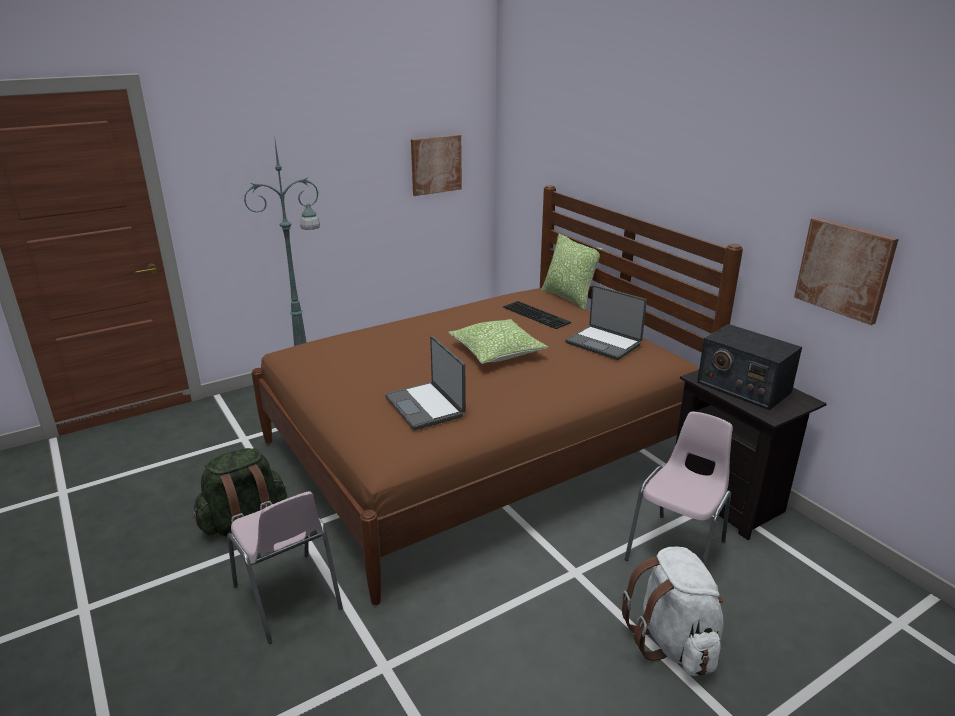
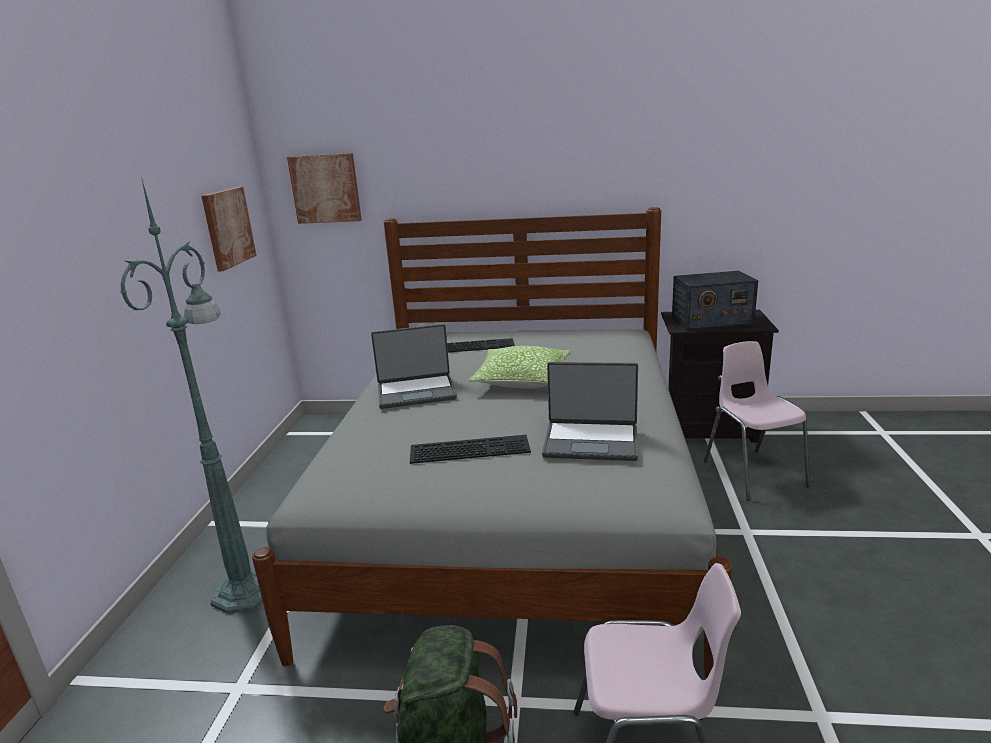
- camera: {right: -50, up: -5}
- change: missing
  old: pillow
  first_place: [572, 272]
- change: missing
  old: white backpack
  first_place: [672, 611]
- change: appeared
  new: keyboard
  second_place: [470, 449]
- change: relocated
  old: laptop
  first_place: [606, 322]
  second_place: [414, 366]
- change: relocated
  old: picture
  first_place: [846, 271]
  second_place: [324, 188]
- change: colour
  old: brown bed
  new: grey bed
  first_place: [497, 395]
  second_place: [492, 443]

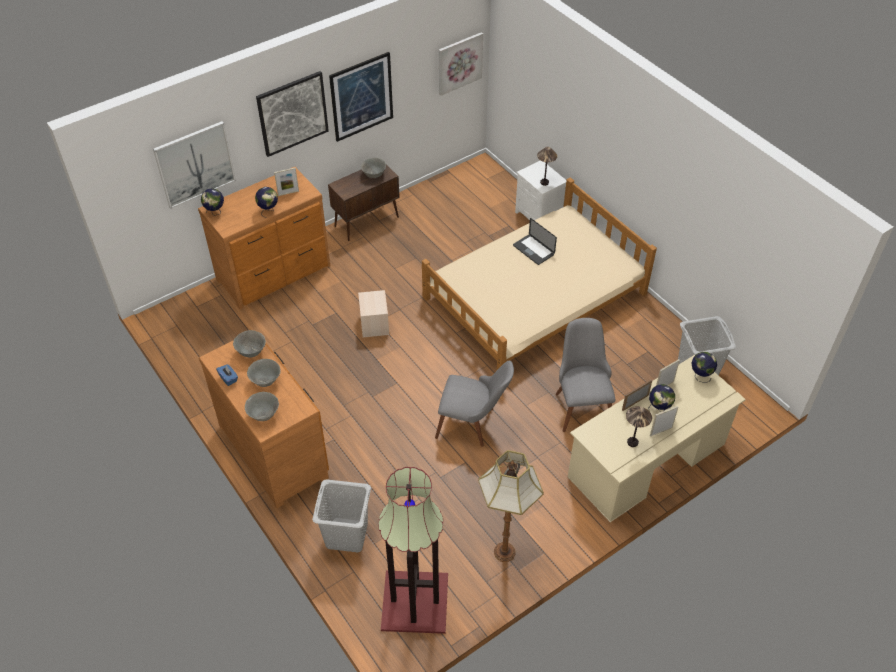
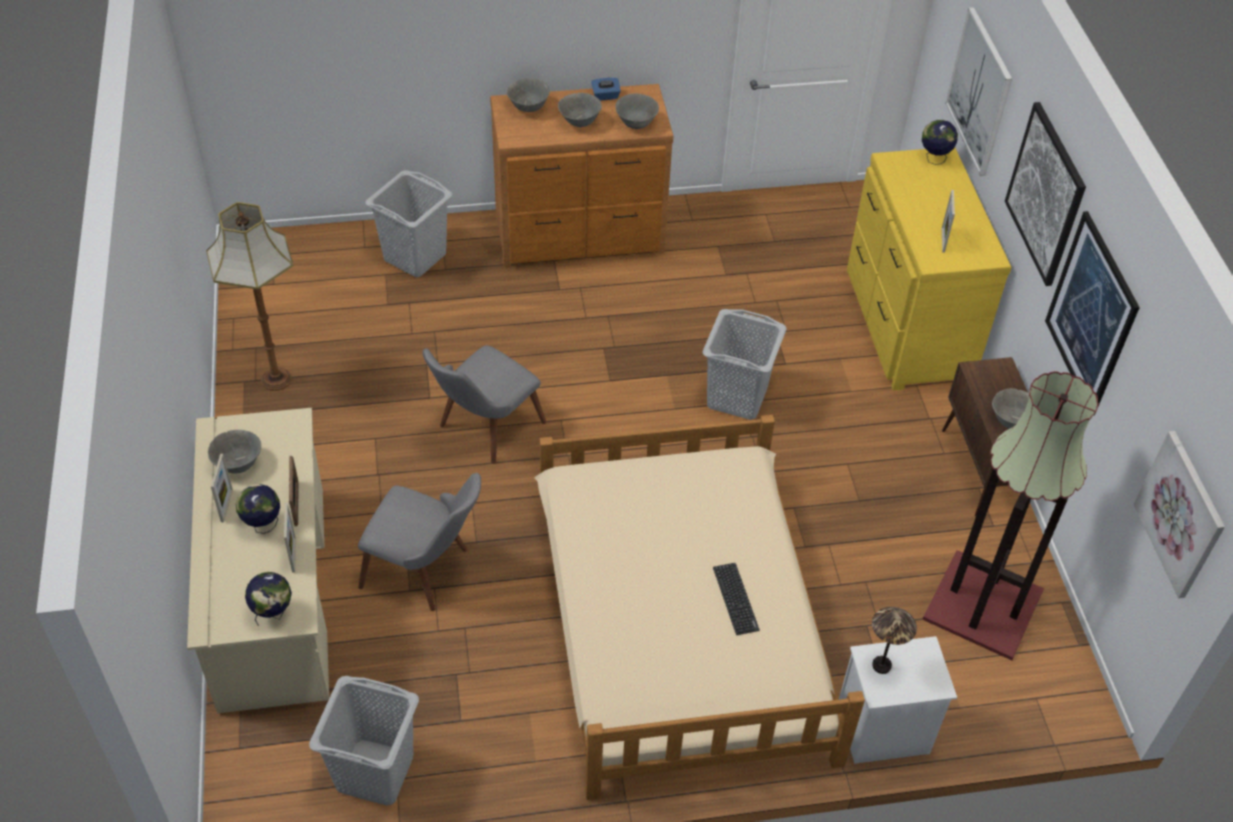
- camera: {right: 115, up: 0}
- change: missing
  old: globe
  first_place: [266, 201]
- change: relocated
  old: floor lamp
  first_place: [413, 550]
  second_place: [1010, 515]
- change: exchanged
  old: beige storage box
  new: grey laundry basket
  first_place: [373, 313]
  second_place: [745, 364]
- change: exchanged
  old: laptop
  new: keyboard
  first_place: [535, 241]
  second_place: [736, 599]
- change: exchanged
  old: table lamp
  new: grey bowl
  first_place: [639, 426]
  second_place: [234, 452]
- change: colour
  old: brown dresser
  new: yellow dresser
  first_place: [264, 238]
  second_place: [929, 269]

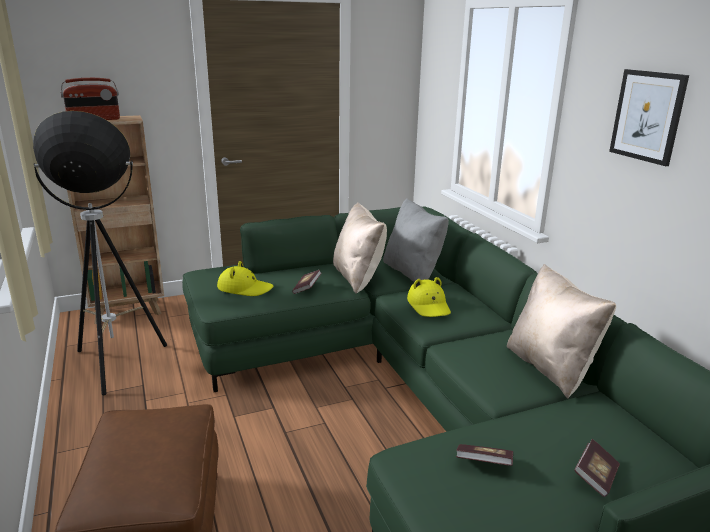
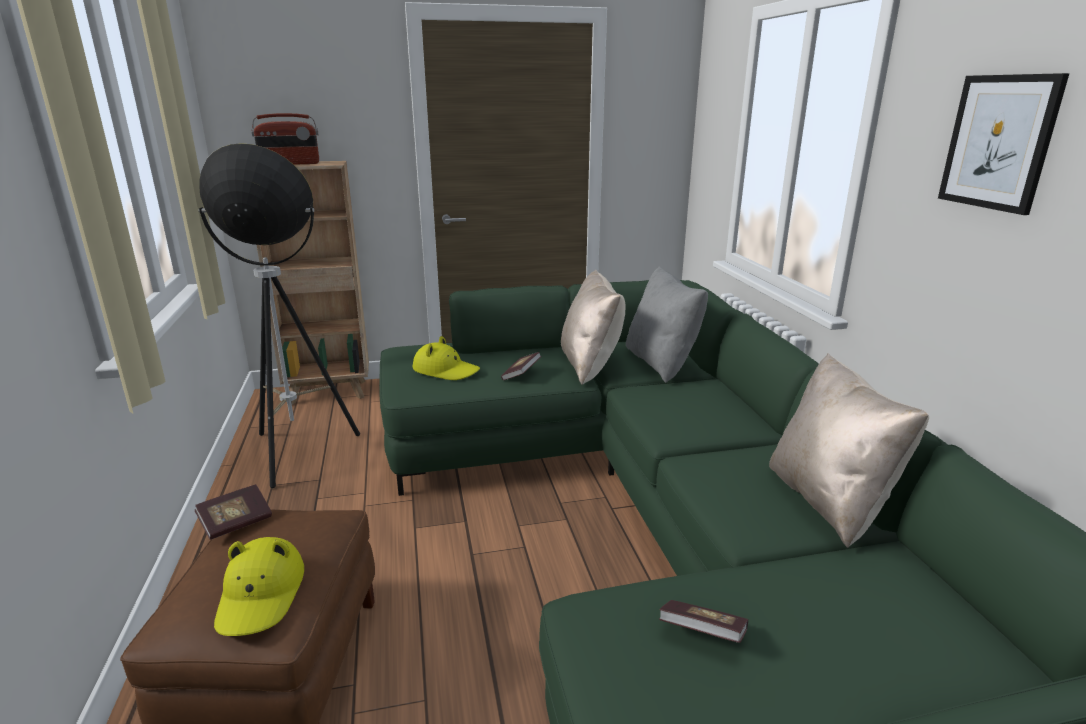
- camera: {right: 10, up: 0}
- change: relocated
  old: yellow hat
  first_place: [429, 297]
  second_place: [259, 586]
- change: relocated
  old: book
  first_place: [597, 468]
  second_place: [233, 512]

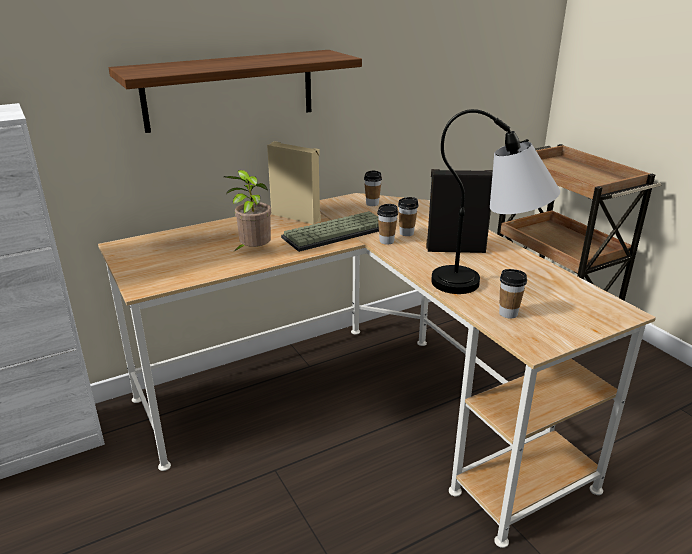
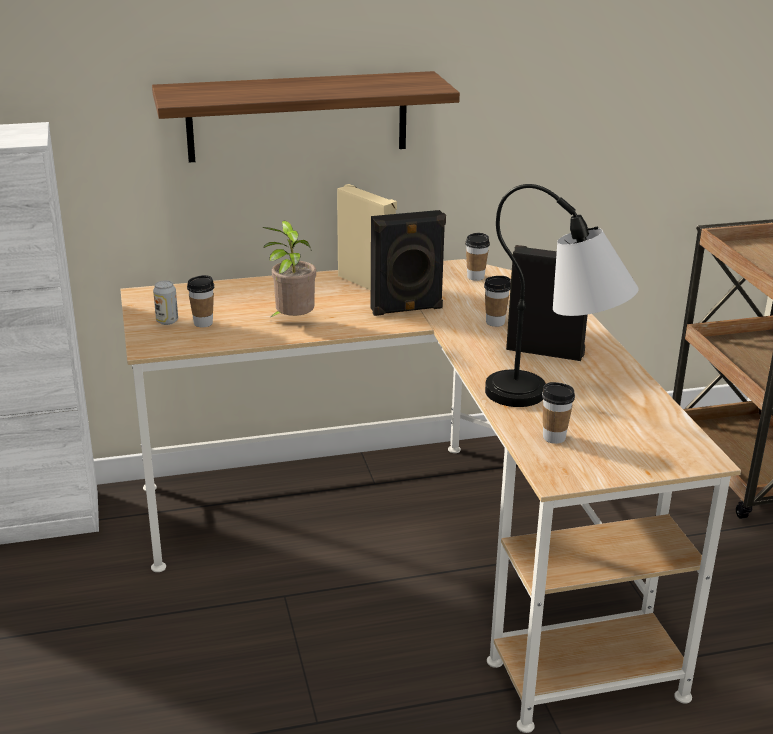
- camera: {right: 15, up: 0}
- change: appeared
  new: can
  second_place: [165, 303]
- change: relocated
  old: cup
  first_place: [387, 224]
  second_place: [200, 301]
- change: exchanged
  old: keyboard
  new: black speaker
  first_place: [330, 231]
  second_place: [408, 263]

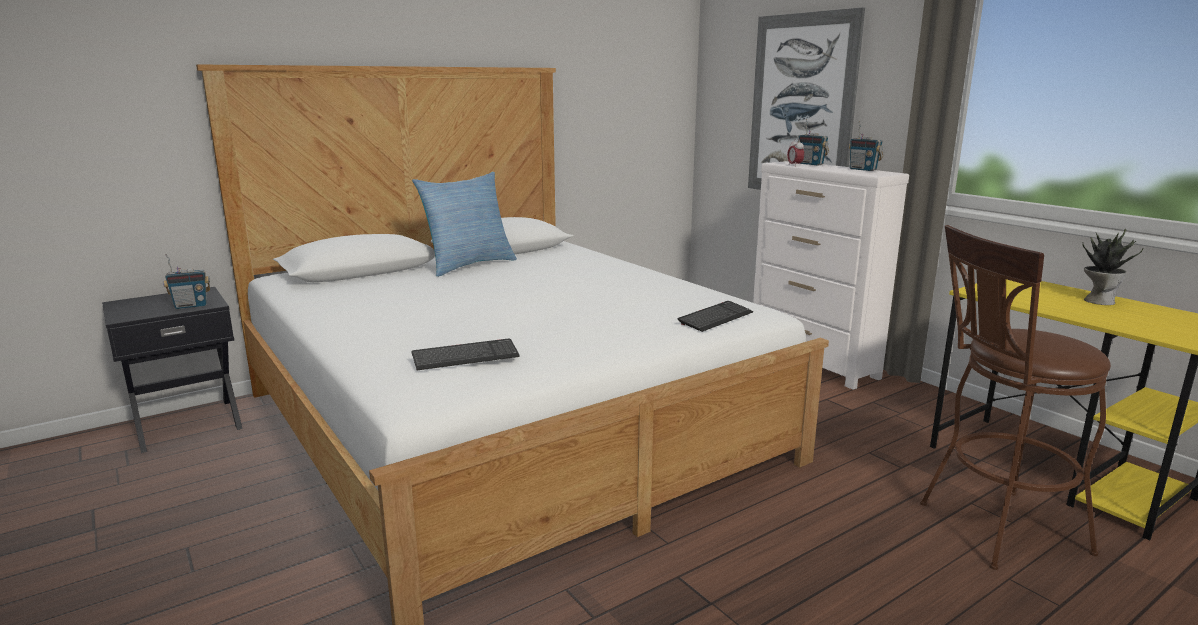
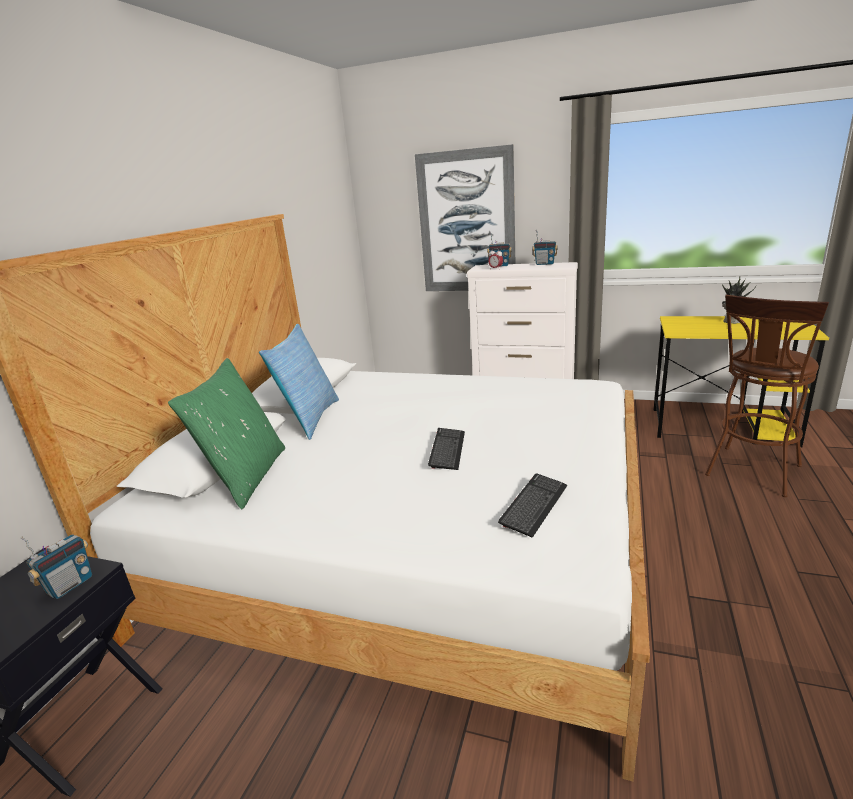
- camera: {right: -35, up: 5}
- change: appeared
  new: green pillow
  second_place: [226, 433]
- change: relocated
  old: keyboard
  first_place: [715, 316]
  second_place: [446, 449]

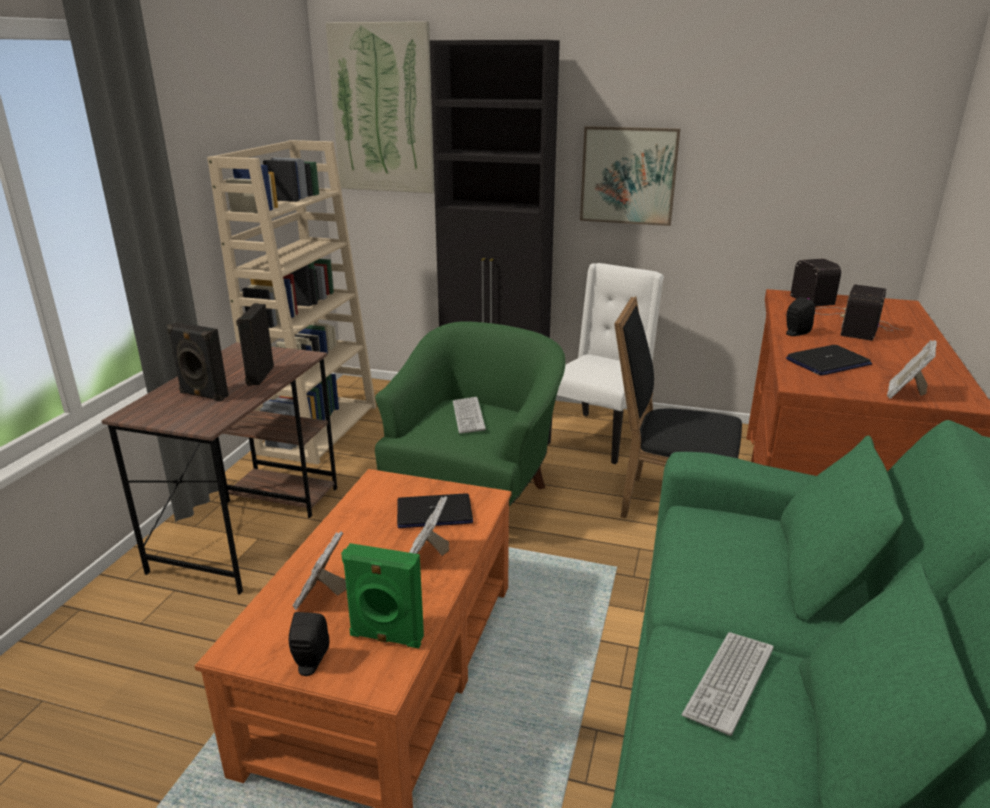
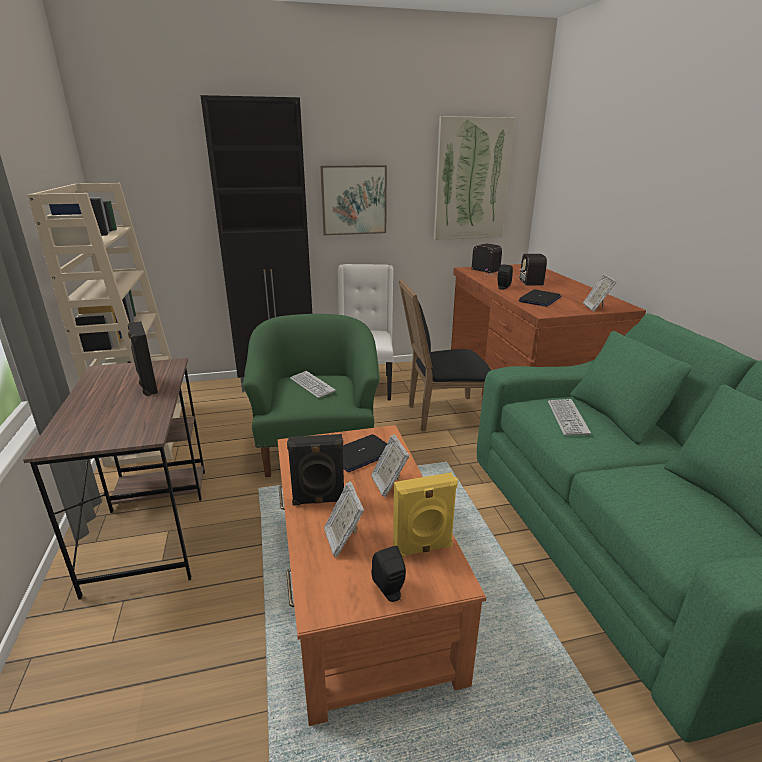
- camera: {right: -30, up: 0}
- change: relocated
  old: black speaker
  first_place: [198, 362]
  second_place: [315, 470]
- change: relocated
  old: picture
  first_place: [380, 107]
  second_place: [474, 178]
- change: relocated
  old: keyboard
  first_place: [728, 684]
  second_place: [569, 417]
- change: colour
  old: green speaker
  new: yellow speaker
  first_place: [382, 595]
  second_place: [425, 515]

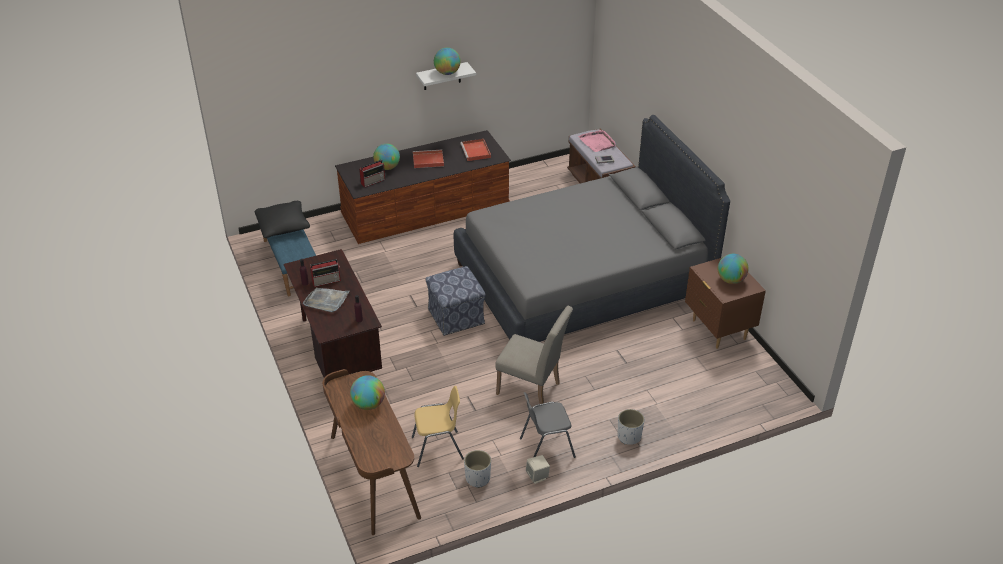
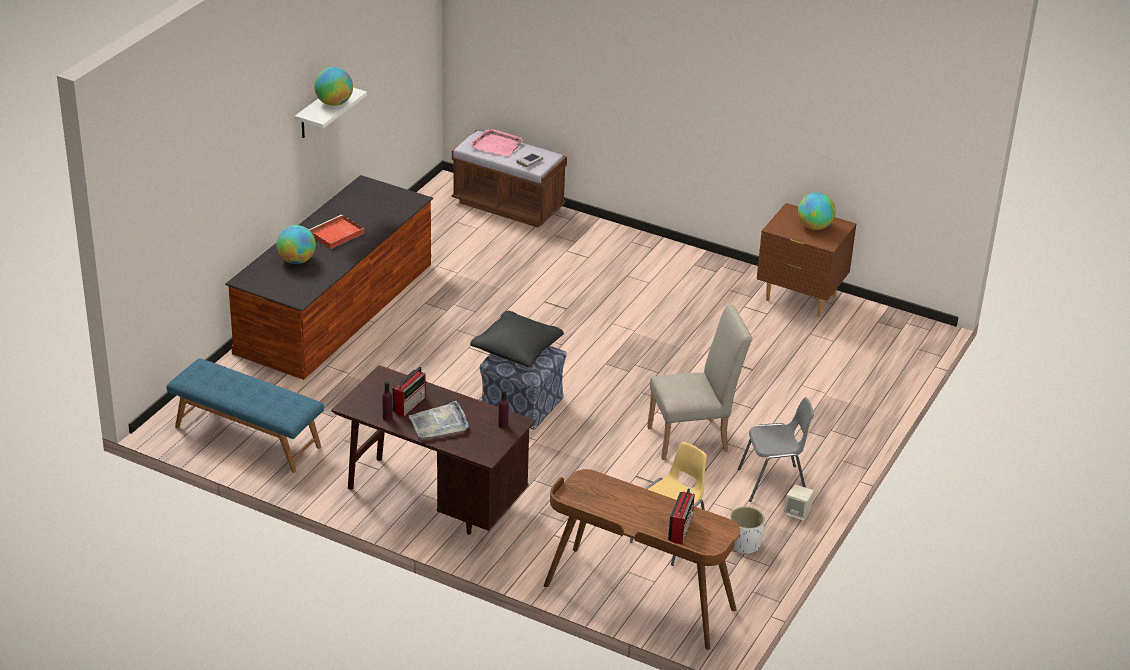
- camera: {right: -40, up: -5}
- change: missing
  old: globe
  first_place: [367, 392]
- change: missing
  old: grey bed
  first_place: [592, 228]
- change: missing
  old: red tray
  first_place: [475, 150]
- change: missing
  old: white planter
  first_place: [631, 427]
- change: relocated
  old: black pillow
  first_place: [282, 219]
  second_place: [517, 339]
- change: relocated
  old: radio
  first_place: [372, 174]
  second_place: [681, 516]
- change: spun
  old: grey chair
  first_place: [548, 425]
  second_place: [776, 449]
  degrees: -135

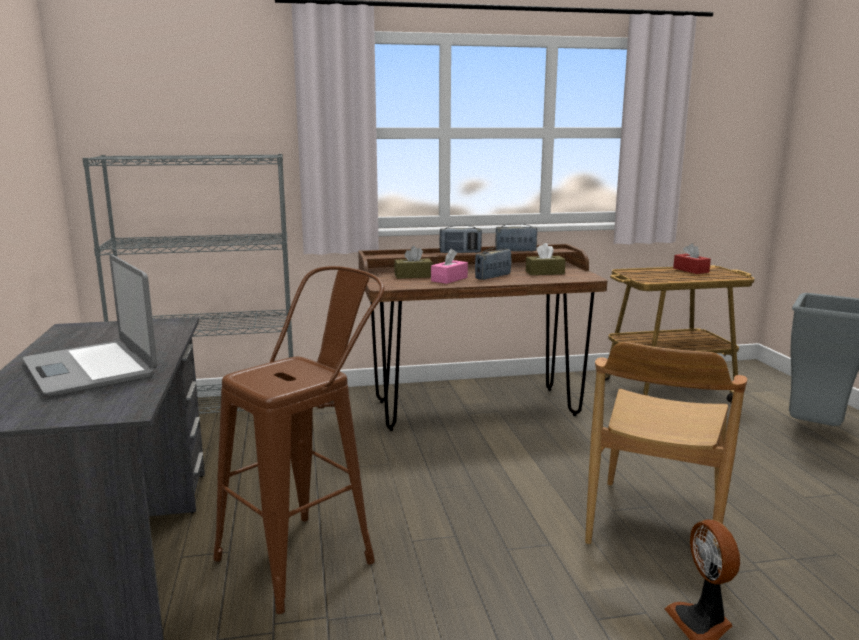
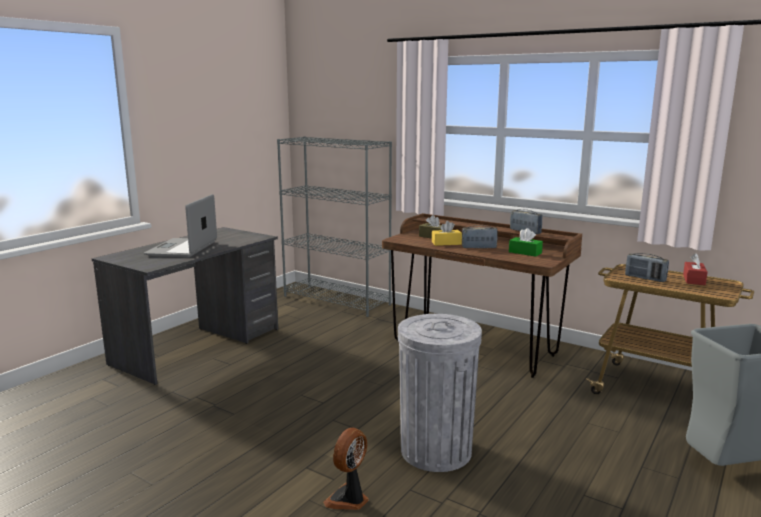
- camera: {right: 45, up: 0}
- change: missing
  old: brown stool
  first_place: [299, 440]
- change: relocated
  old: radio
  first_place: [460, 239]
  second_place: [647, 267]
- change: exchanged
  old: brown chair
  new: grey trash can
  first_place: [666, 445]
  second_place: [440, 393]
- change: colour
  old: pink tissue box
  new: yellow tissue box
  first_place: [449, 266]
  second_place: [447, 233]
- change: colour
  old: brown tissue box
  new: green tissue box
  first_place: [546, 259]
  second_place: [526, 242]

